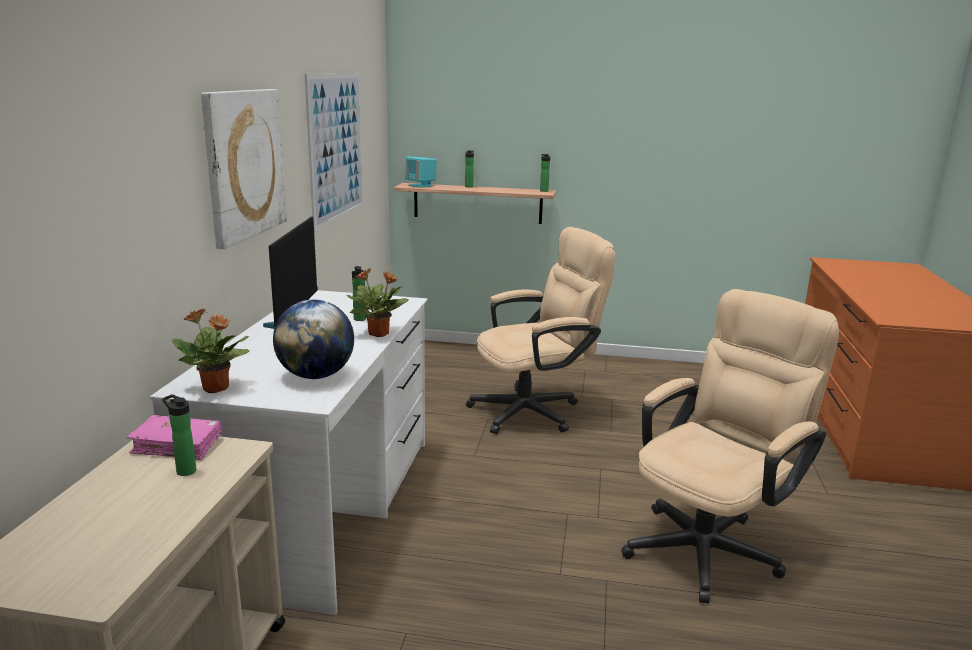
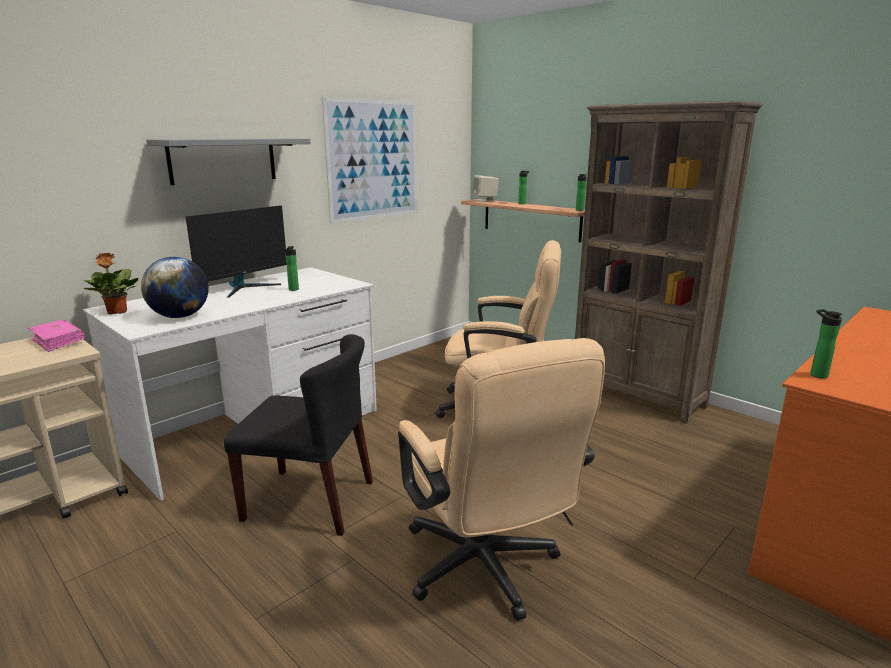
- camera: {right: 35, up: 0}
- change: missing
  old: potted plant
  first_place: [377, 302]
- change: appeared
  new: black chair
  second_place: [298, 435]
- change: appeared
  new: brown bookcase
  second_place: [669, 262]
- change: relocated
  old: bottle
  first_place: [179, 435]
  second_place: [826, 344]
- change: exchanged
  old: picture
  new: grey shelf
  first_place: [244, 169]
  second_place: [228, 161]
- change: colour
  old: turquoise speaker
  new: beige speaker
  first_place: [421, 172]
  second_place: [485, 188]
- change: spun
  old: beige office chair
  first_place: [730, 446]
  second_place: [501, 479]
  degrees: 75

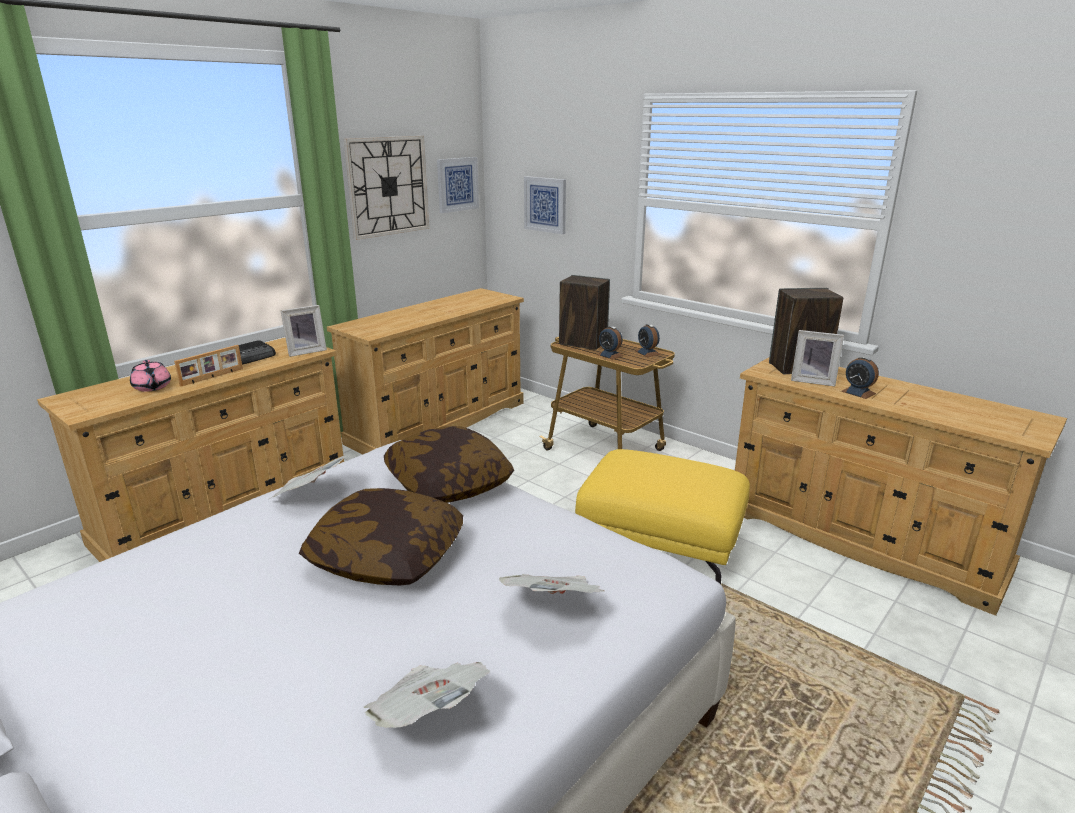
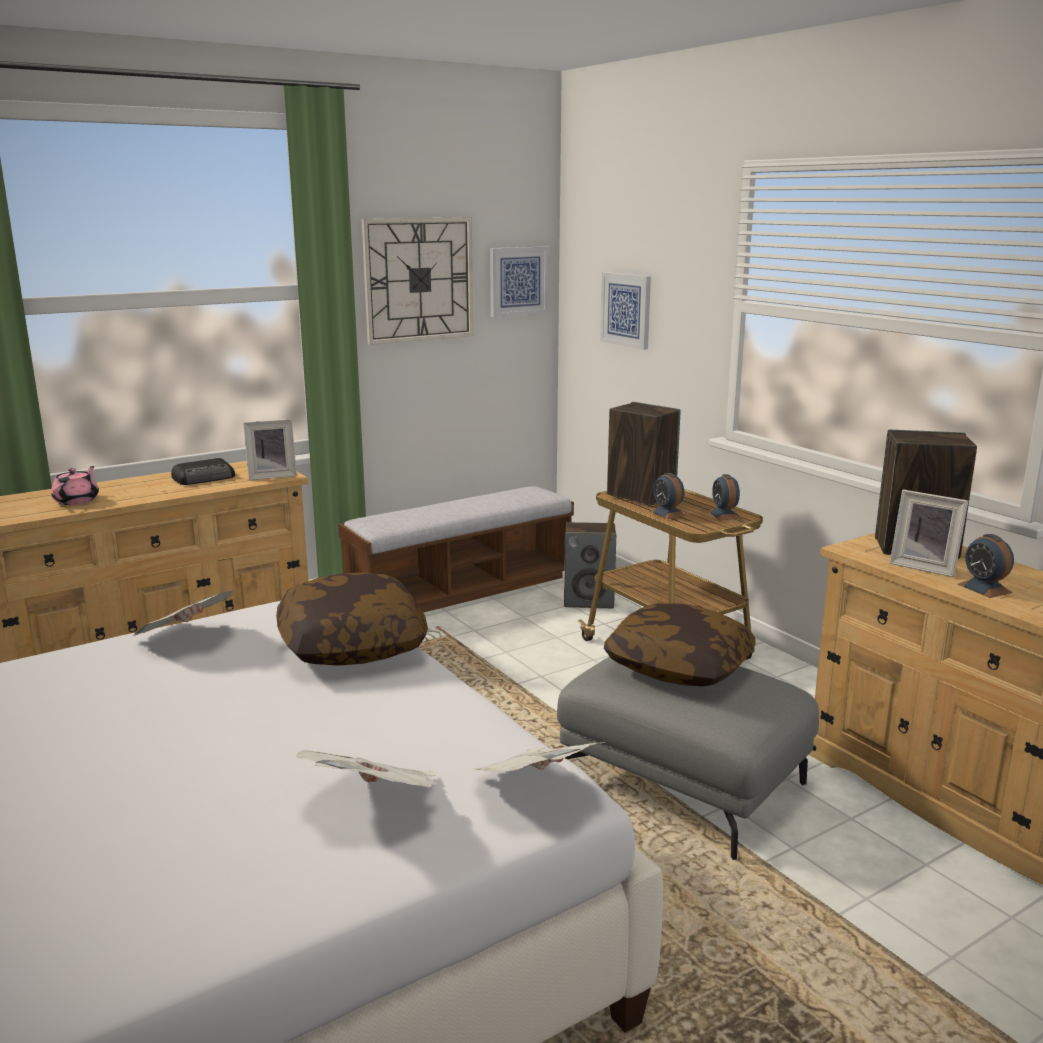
- camera: {right: 15, up: -5}
- change: missing
  old: picture frame
  first_place: [208, 365]
- change: appeared
  new: speaker
  second_place: [590, 565]
- change: relocated
  old: pillow
  first_place: [381, 536]
  second_place: [680, 644]
- change: relocated
  old: newspaper
  first_place: [427, 695]
  second_place: [540, 757]
- change: exchanged
  old: beige dresser
  new: bench
  first_place: [425, 371]
  second_place: [456, 549]
- change: colour
  old: yellow ottoman
  new: grey ottoman
  first_place: [662, 516]
  second_place: [688, 758]
- change: spun
  old: pink teapot
  first_place: [150, 376]
  second_place: [75, 485]
  degrees: -150

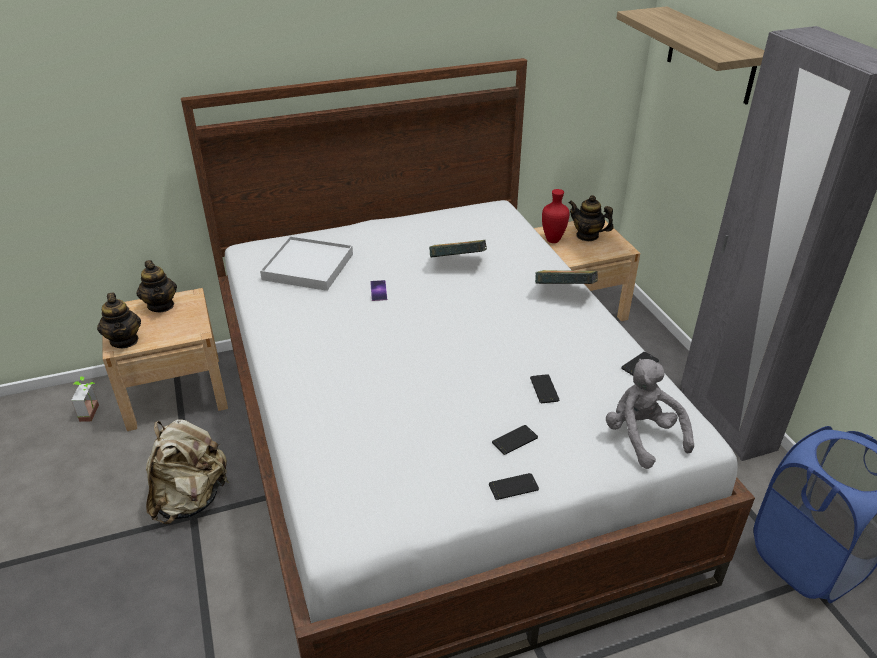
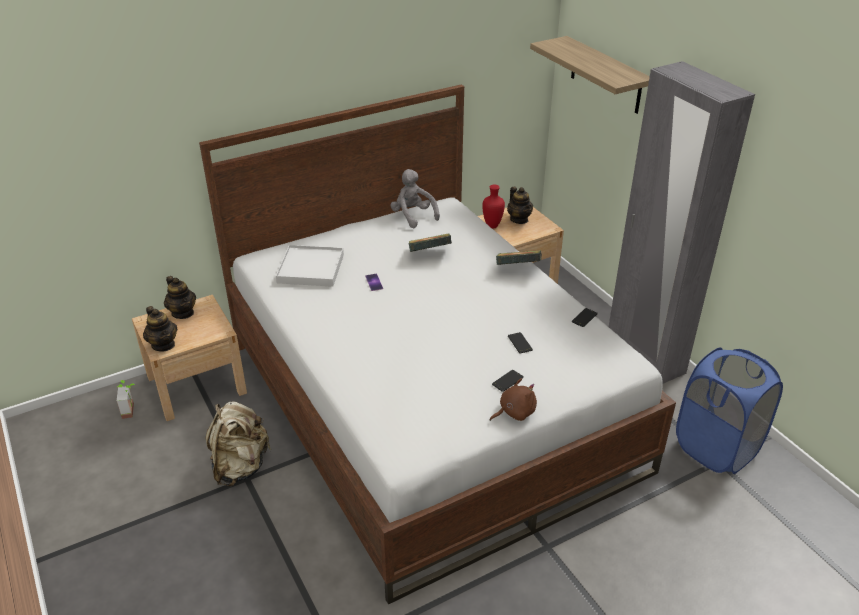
- camera: {right: -10, up: 0}
- change: relocated
  old: grey plush toy
  first_place: [650, 414]
  second_place: [415, 198]
- change: exchanged
  old: phone
  new: brown plush toy
  first_place: [514, 486]
  second_place: [513, 399]
- change: spun
  old: teapot
  first_place: [591, 218]
  second_place: [520, 205]
  degrees: -135

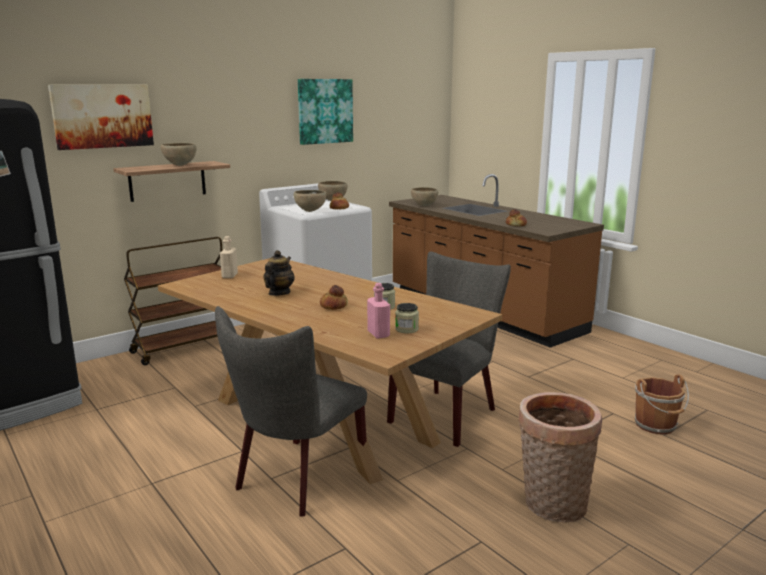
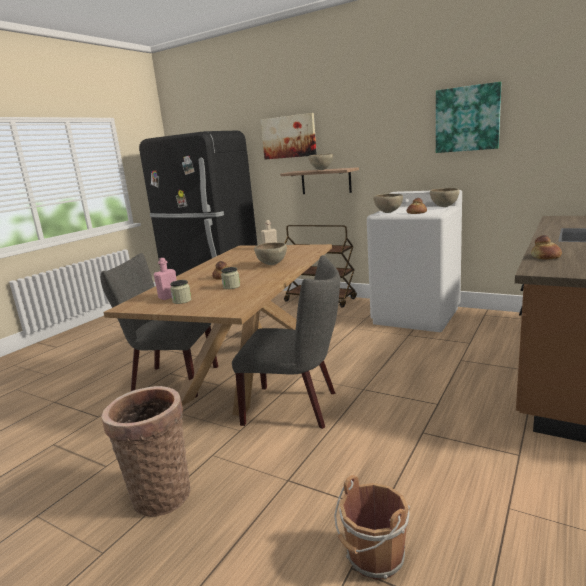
- camera: {right: 70, up: 0}
- change: missing
  old: teapot
  first_place: [279, 273]
- change: relocated
  old: brown bowl
  first_place: [424, 196]
  second_place: [270, 253]

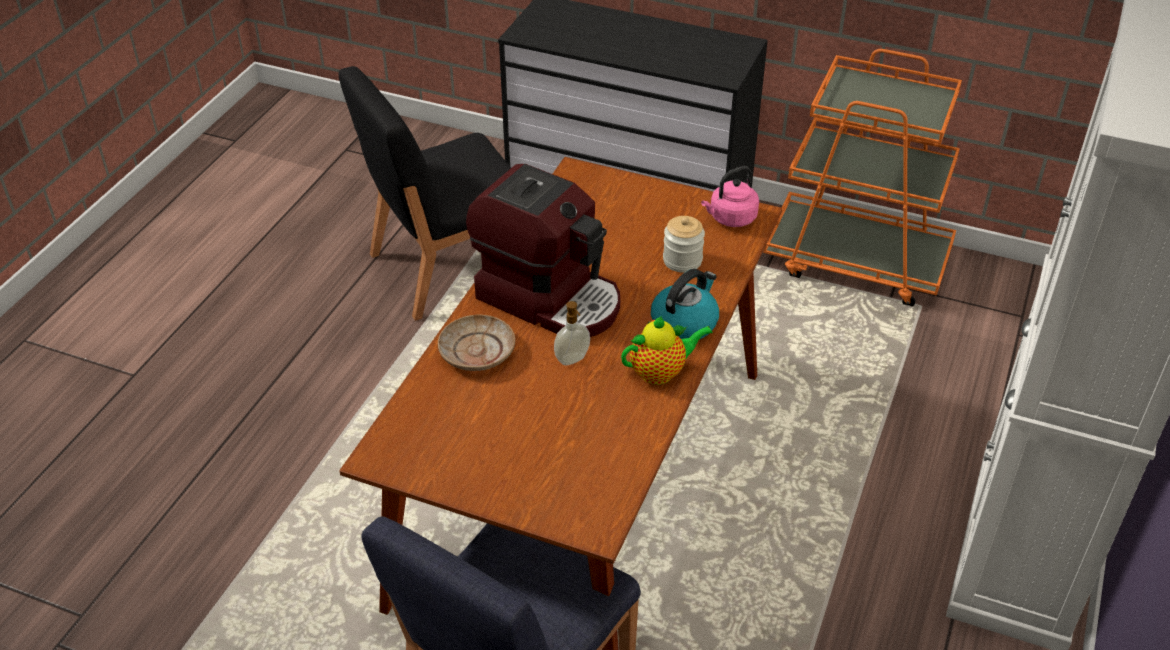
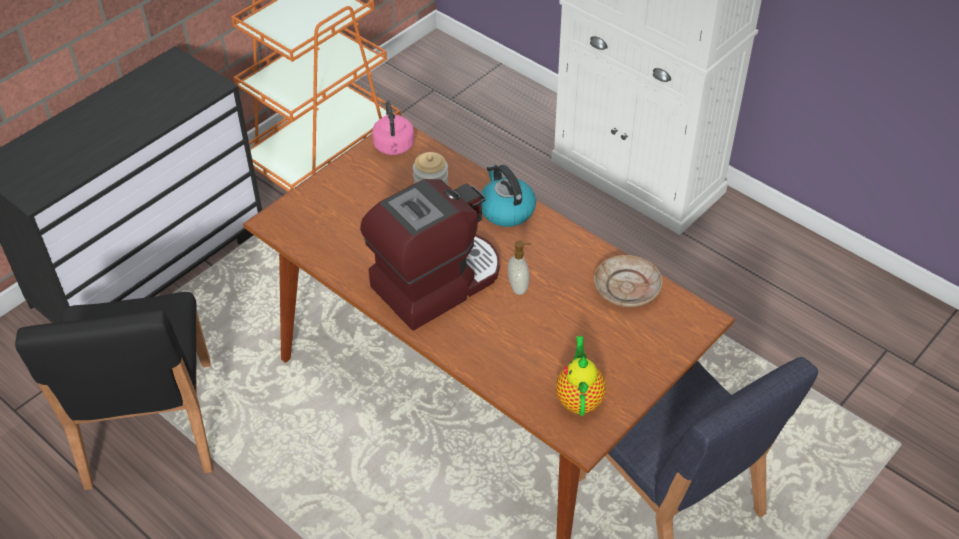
- camera: {right: -70, up: 5}
- change: relocated
  old: beige plate
  first_place: [476, 343]
  second_place: [628, 281]
- change: relocated
  old: teapot
  first_place: [667, 350]
  second_place: [581, 376]

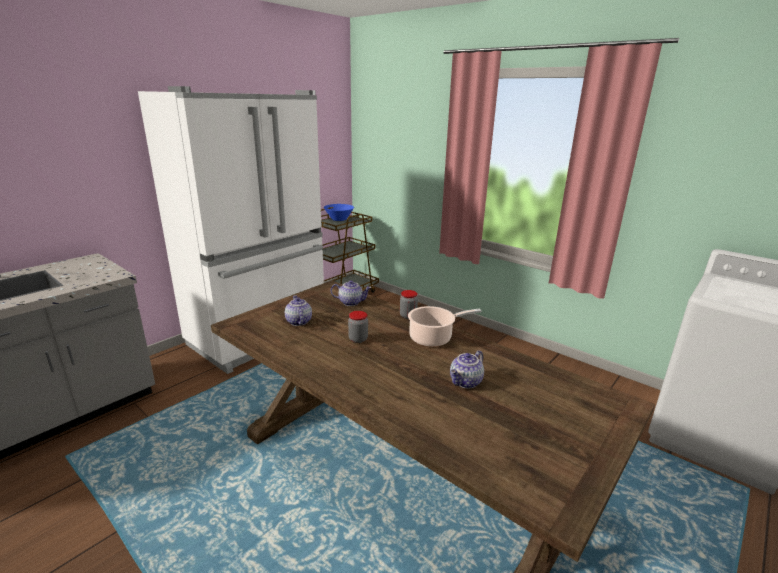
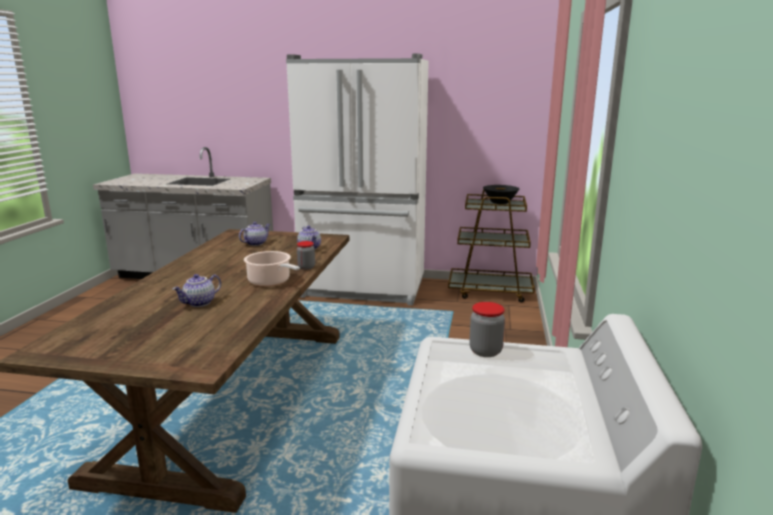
- camera: {right: 60, up: -5}
- change: relocated
  old: jar
  first_place: [358, 327]
  second_place: [487, 329]
- change: colour
  old: blue bowl
  new: black bowl
  first_place: [339, 212]
  second_place: [501, 194]
- change: spun
  old: teapot
  first_place: [467, 369]
  second_place: [197, 290]
  degrees: -60

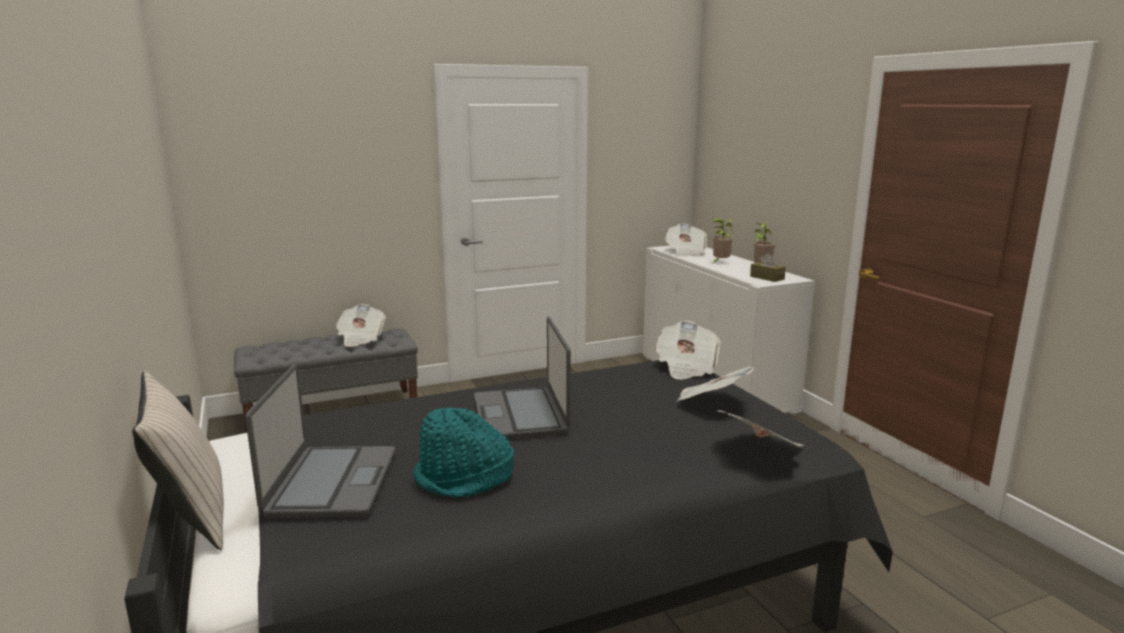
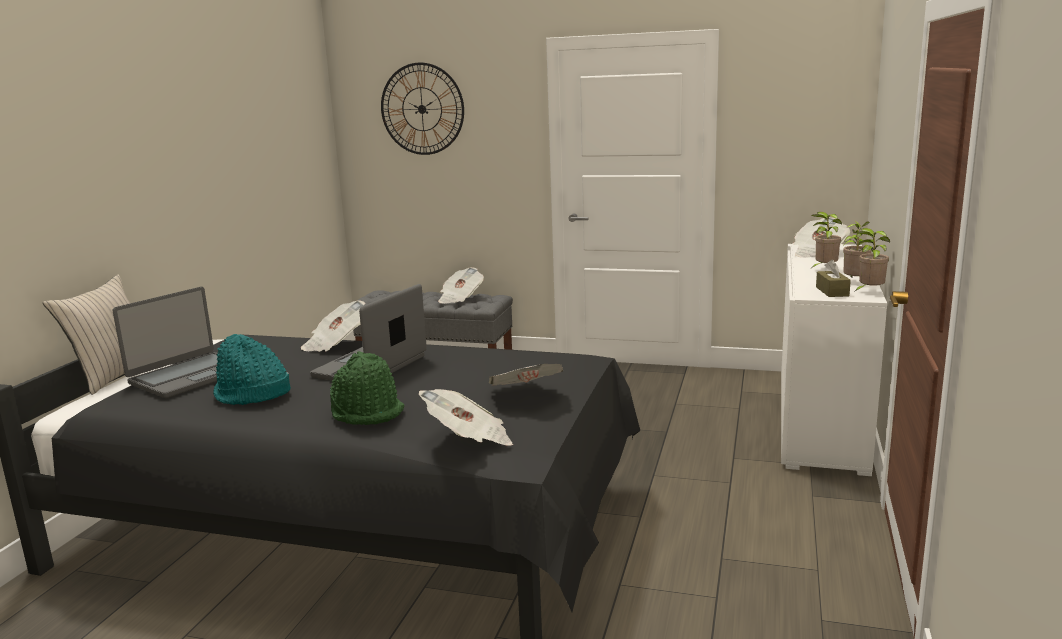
- camera: {right: 40, up: 0}
- change: appeared
  new: green hat
  second_place: [367, 388]
- change: appeared
  new: wall clock
  second_place: [422, 109]
- change: appeared
  new: potted plant
  second_place: [872, 260]
- change: relocated
  old: newspaper
  first_place: [688, 350]
  second_place: [333, 326]

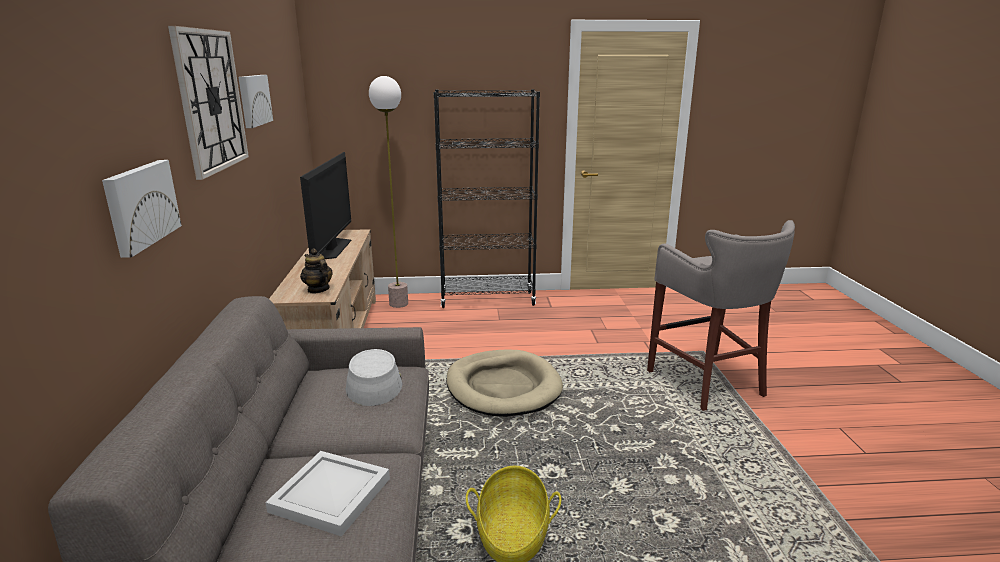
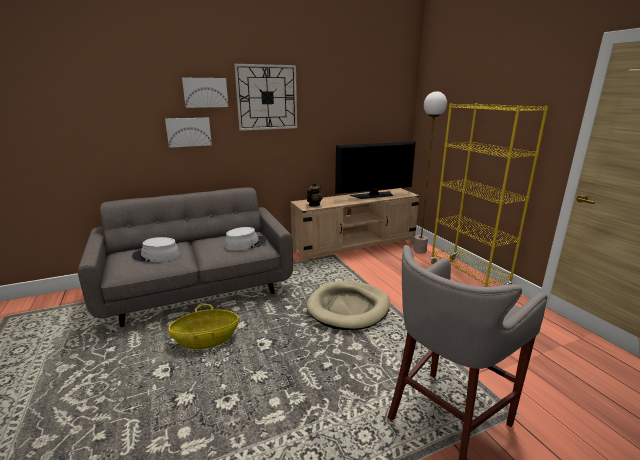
- camera: {right: 70, up: 0}
- change: relocated
  old: picture
  first_place: [255, 101]
  second_place: [205, 93]
- change: exchanged
  old: white tray
  new: grey hat
  first_place: [327, 494]
  second_place: [156, 249]
- change: colour
  old: black bookcase
  new: yellow bookcase
  first_place: [487, 198]
  second_place: [489, 195]

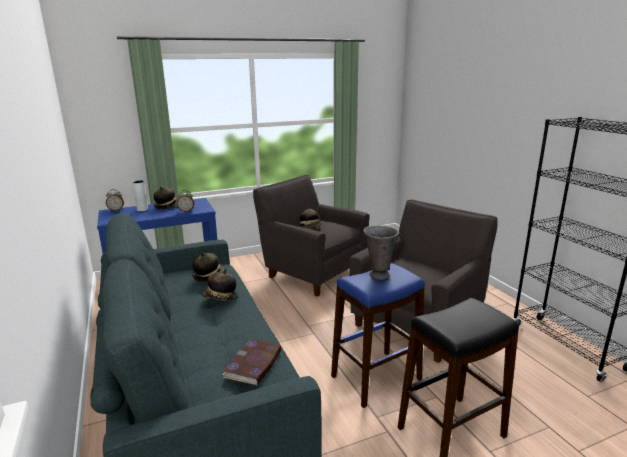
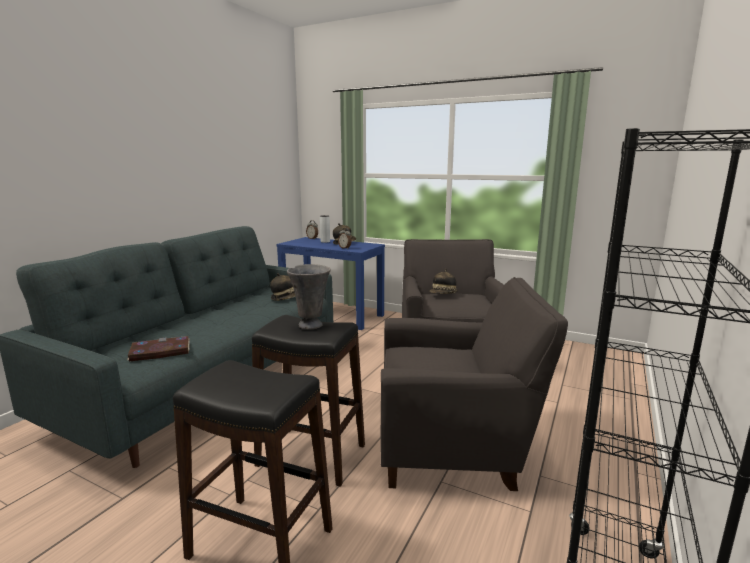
- camera: {right: 50, up: -5}
- change: missing
  old: hat
  first_place: [219, 285]
- change: colour
  old: blue stool
  new: black stool
  first_place: [378, 335]
  second_place: [308, 401]

